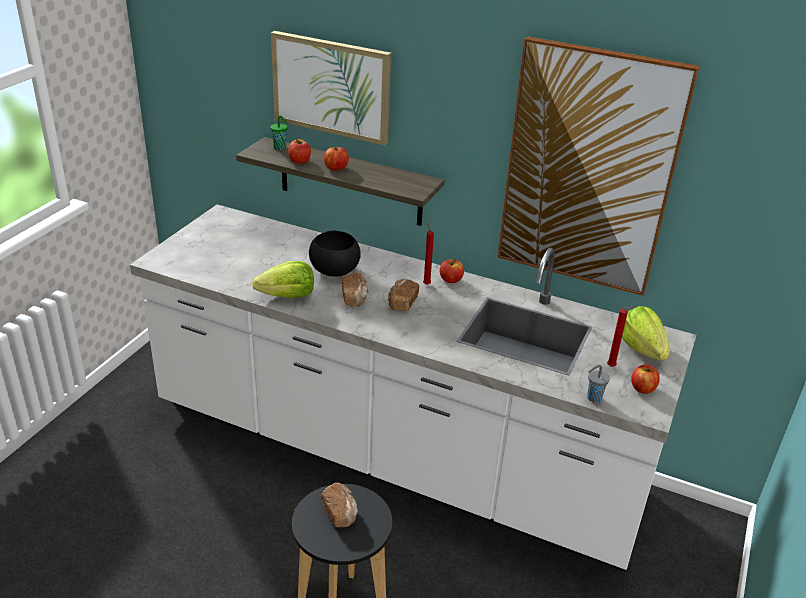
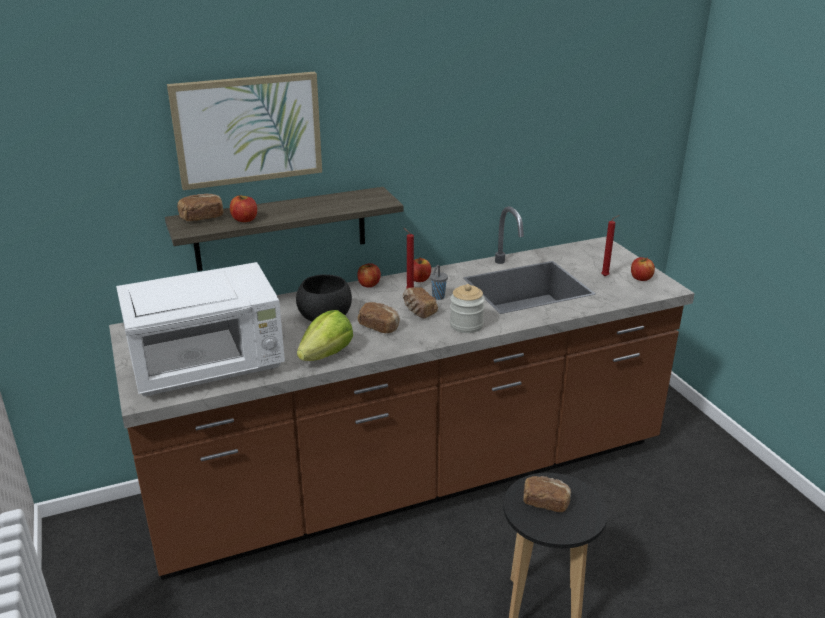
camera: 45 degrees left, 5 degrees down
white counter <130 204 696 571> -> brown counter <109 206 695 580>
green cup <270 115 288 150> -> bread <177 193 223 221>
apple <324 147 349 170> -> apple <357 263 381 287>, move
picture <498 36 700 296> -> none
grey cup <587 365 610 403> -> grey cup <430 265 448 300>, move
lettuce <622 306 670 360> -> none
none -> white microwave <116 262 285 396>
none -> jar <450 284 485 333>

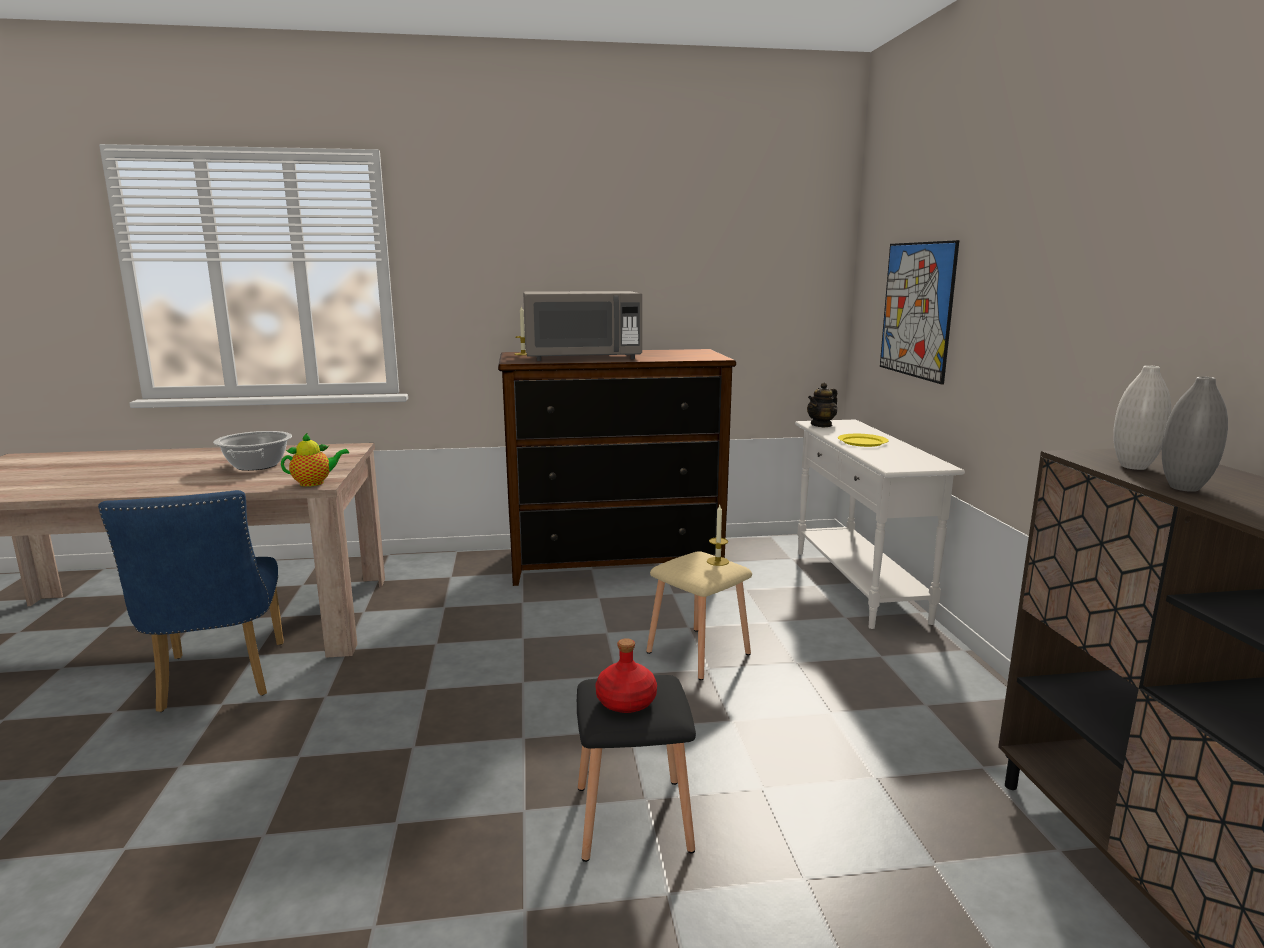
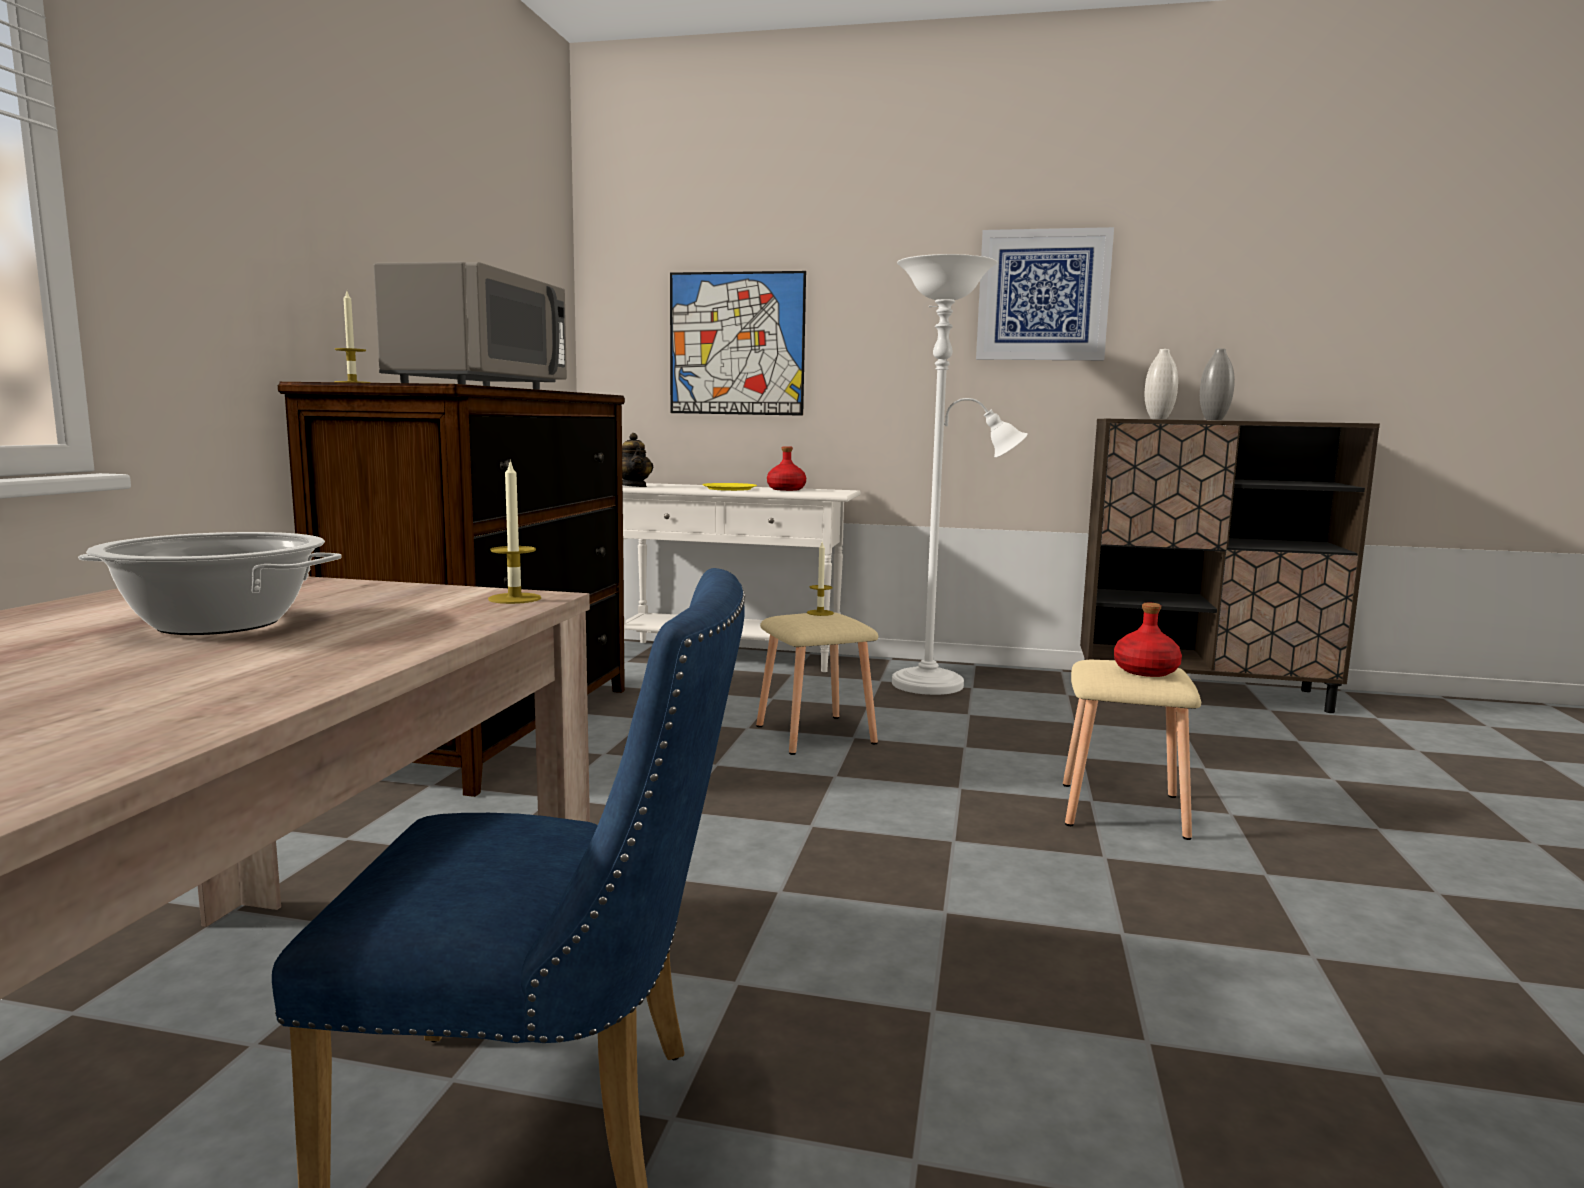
camera: 70 degrees left, 5 degrees down
teapot <281 432 349 487> -> candle <488 459 541 604>
black stool <577 675 696 862> -> beige stool <1063 660 1201 840>
none -> red bottle <767 446 806 491>
none -> white floor lamp <892 254 1028 695>
none -> picture <976 227 1114 360>

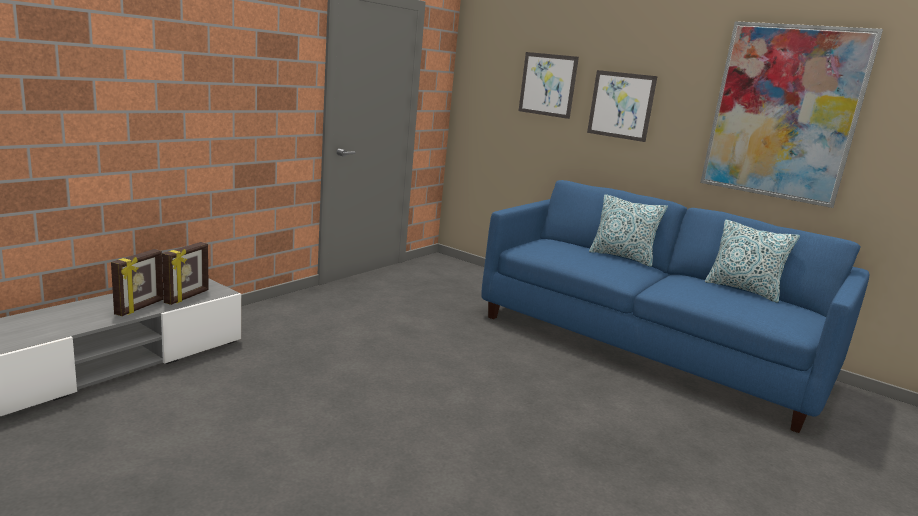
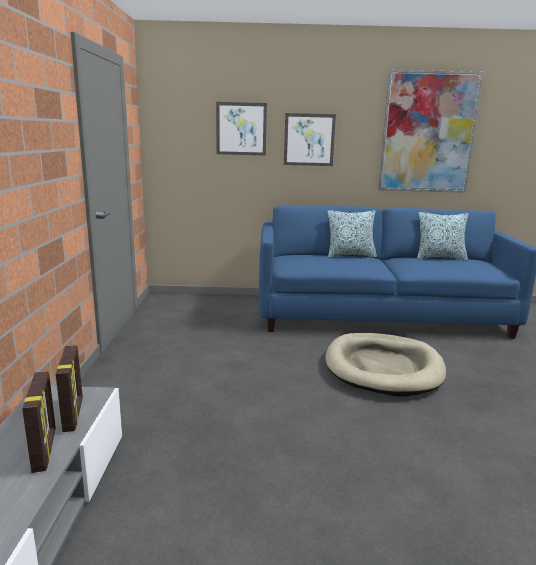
camera: 35 degrees left, 0 degrees up
none -> beige dog bed <325 333 446 397>

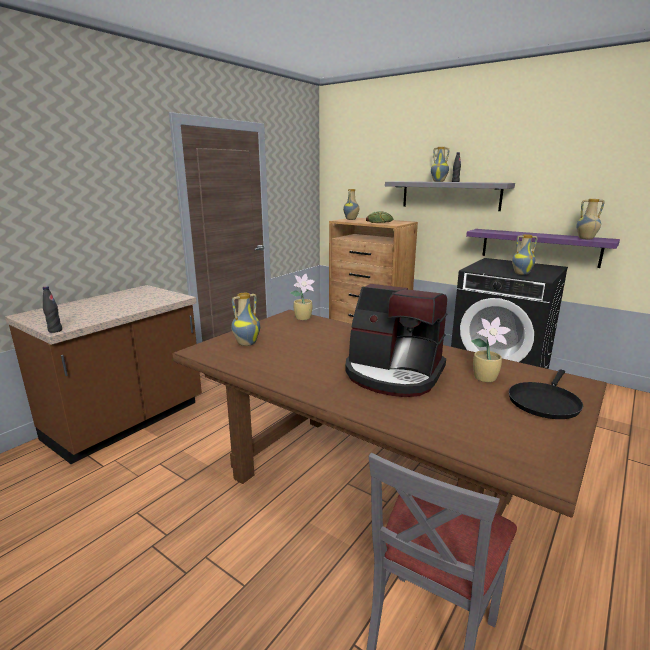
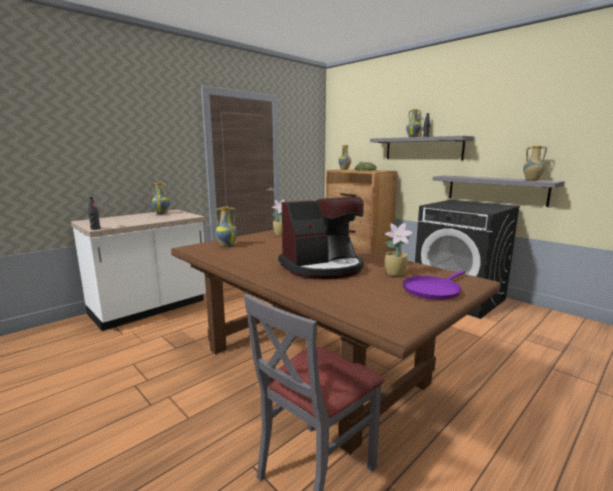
camera: 10 degrees right, 5 degrees down
brown counter <5 285 202 464> -> white counter <71 210 206 331>
coffee machine <345 284 448 397> -> coffee machine <278 197 364 279>, 60 degrees counterclockwise
purple shelf <466 229 620 268> -> grey shelf <433 176 565 207>
black frying pan <509 369 583 419> -> purple frying pan <403 270 465 300>
vase <512 234 538 275> -> vase <152 182 170 214>, move

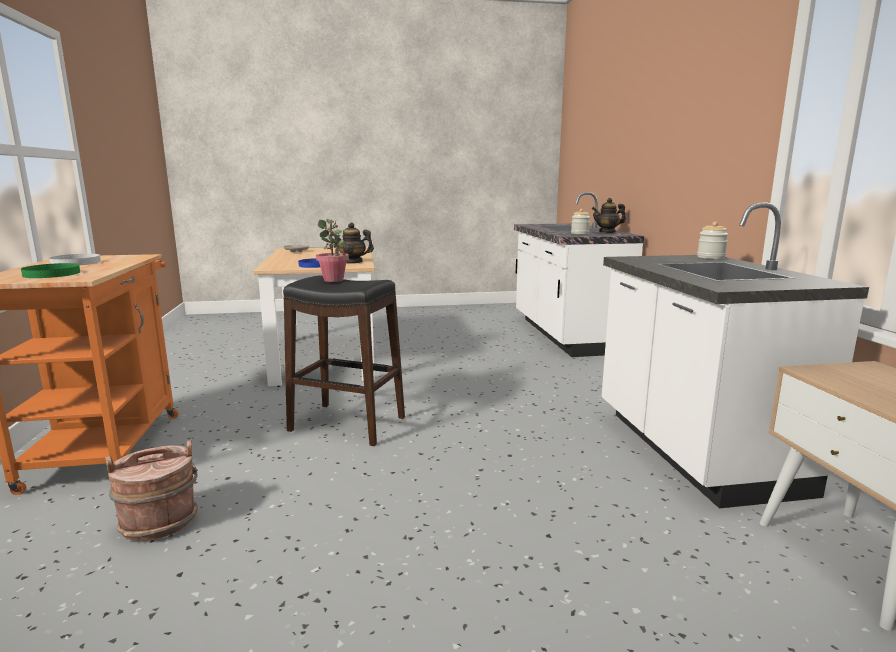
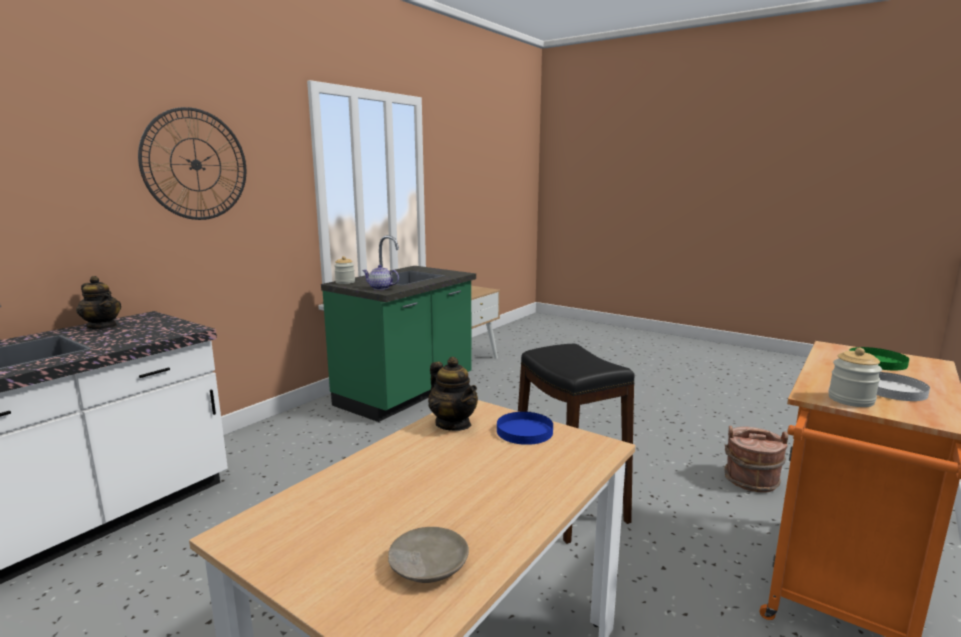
camera: 135 degrees left, 0 degrees up
potted plant <316 219 349 282> -> none
jar <571 209 590 234> -> jar <828 348 882 407>, move
white counter <602 202 869 508> -> green counter <321 235 476 422>
none -> wall clock <138 107 246 220>
none -> teapot <362 265 399 290>

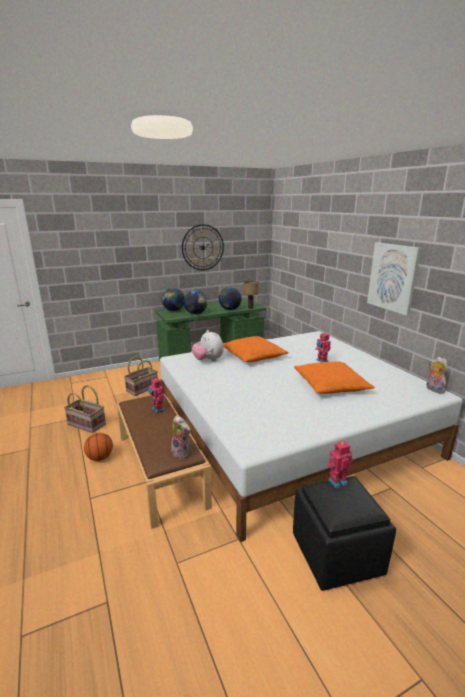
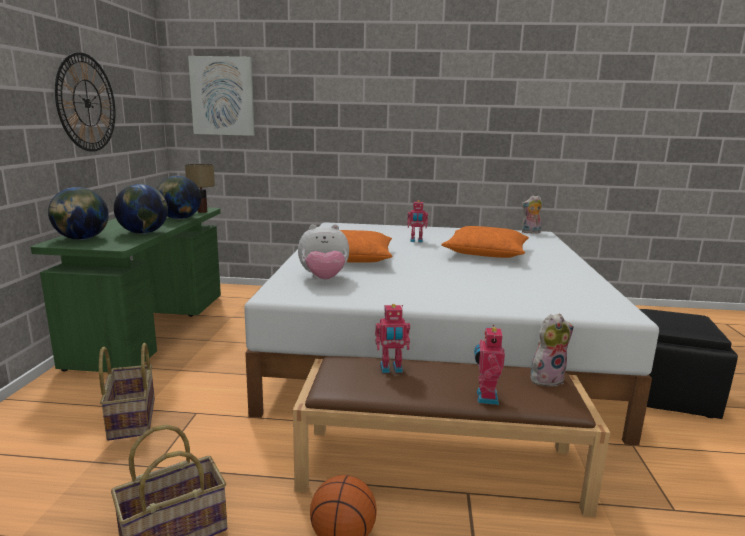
camera: 60 degrees left, 5 degrees down
toy robot <326 441 353 488> -> toy robot <474 325 505 405>, move
picture <367 242 421 316> -> picture <188 56 255 136>, move

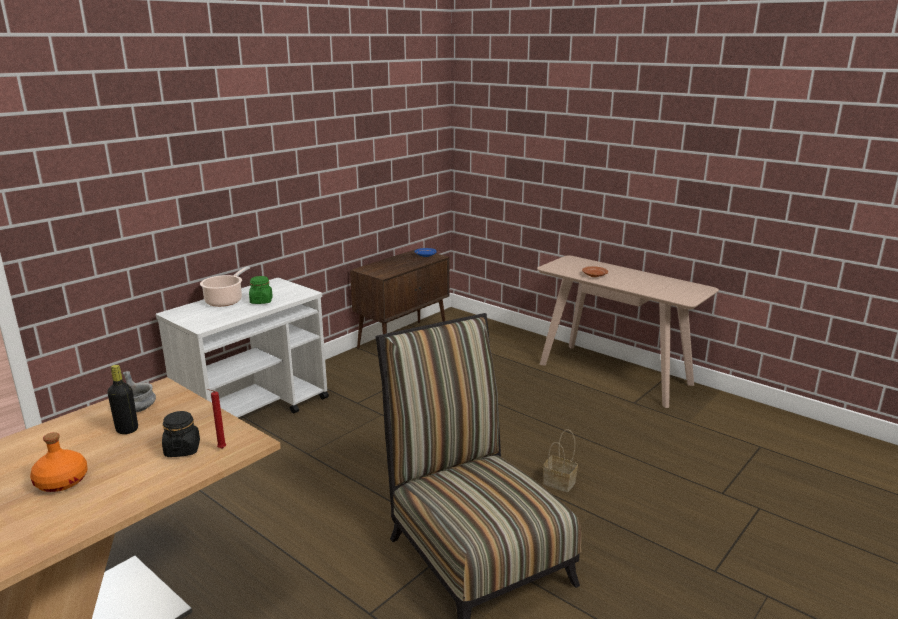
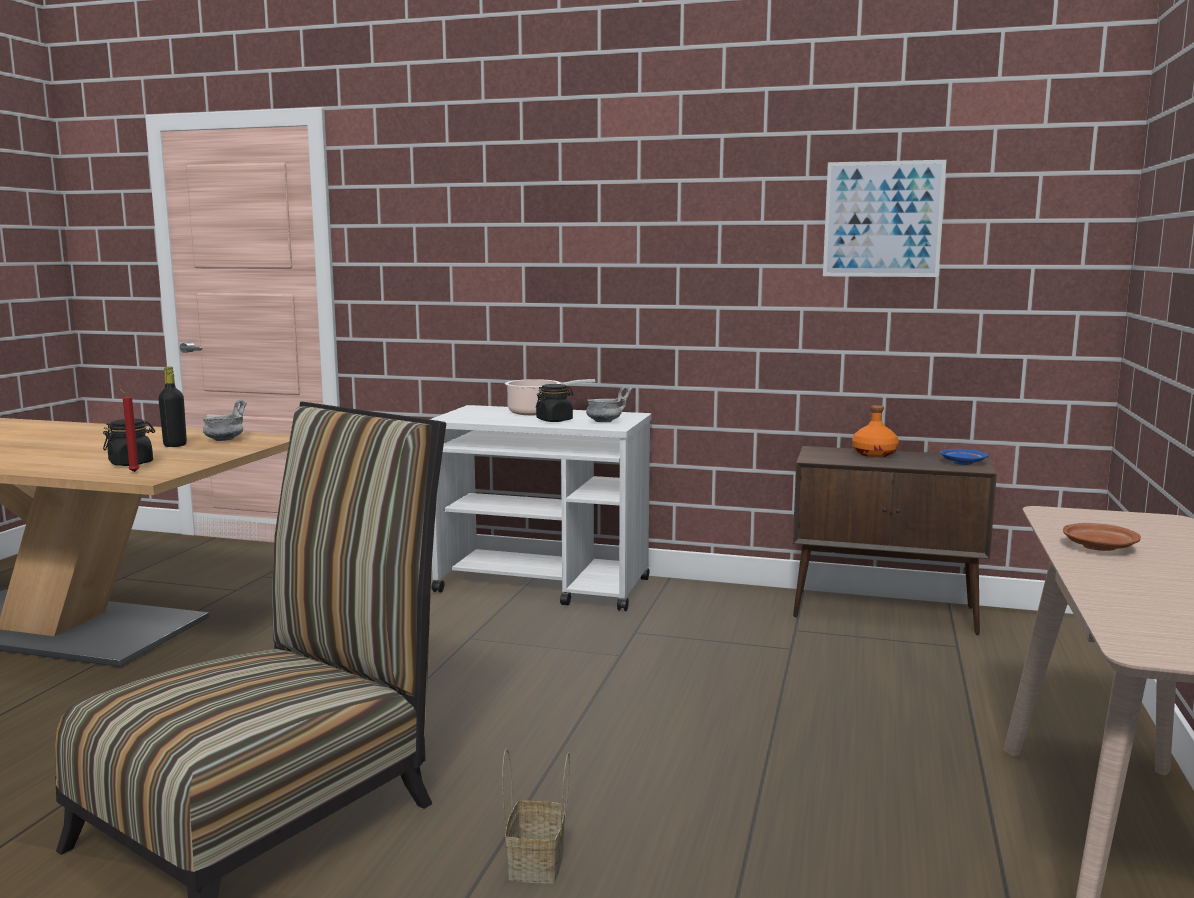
camera: 65 degrees right, 10 degrees down
orange bottle <30 432 88 492> -> orange bottle <852 405 899 457>, move
green jar <249 276 273 304> -> black jar <536 384 573 422>
none -> grey bowl <586 386 633 422>
none -> picture <823 160 946 277>

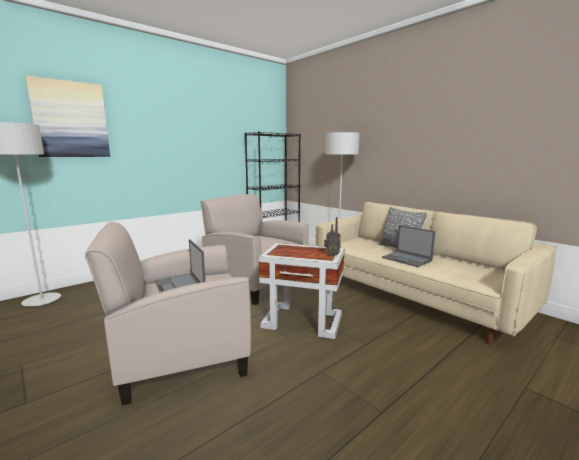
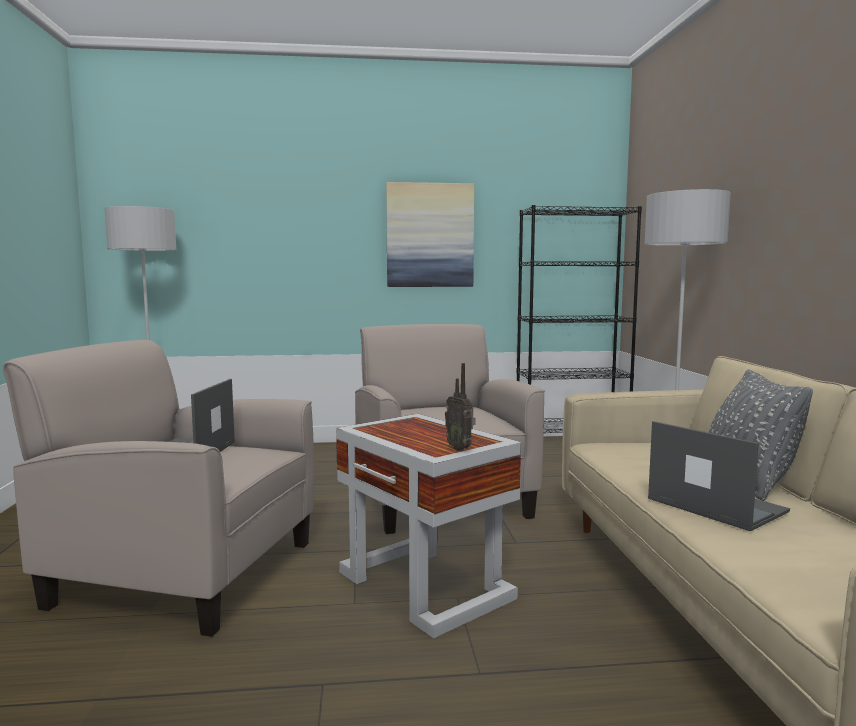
camera: 35 degrees right, 5 degrees down
picture <25 76 110 157> -> picture <386 182 474 287>, move
laptop <382 225 435 267> -> laptop <648 421 790 531>, 150 degrees clockwise

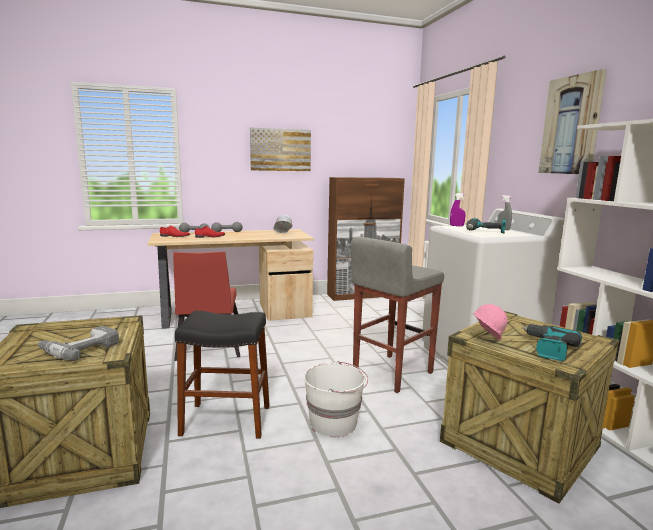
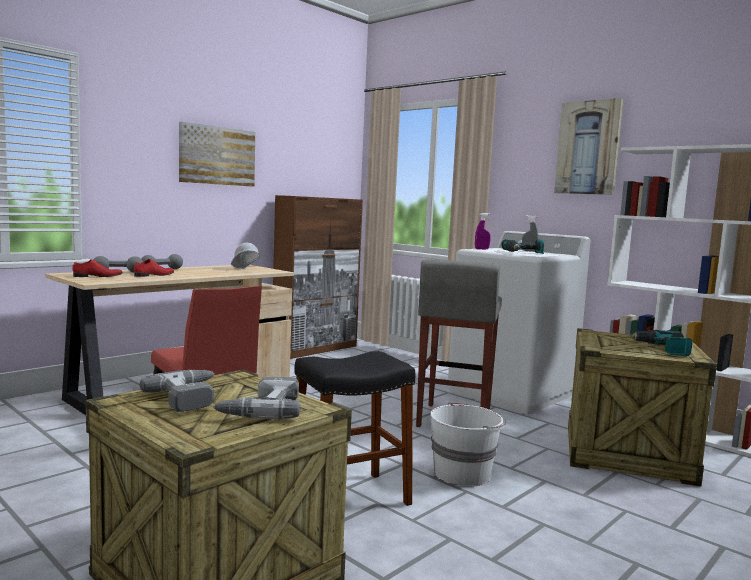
camera: 30 degrees left, 5 degrees down
pink hard hat <473 304 508 340> -> none
none -> power drill <140 370 214 412>

